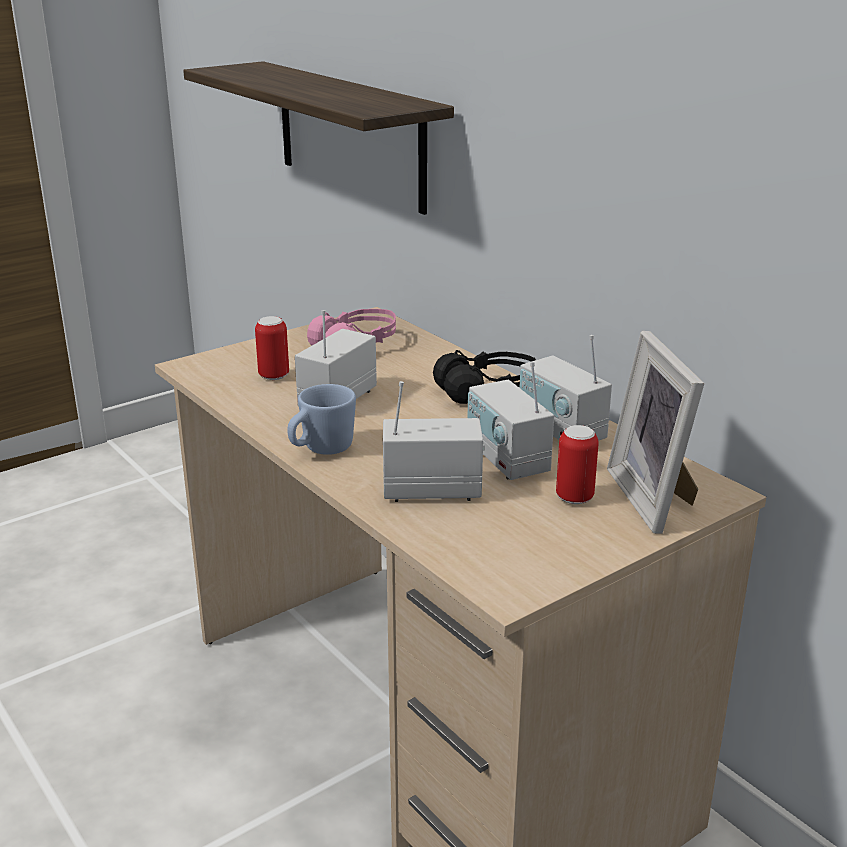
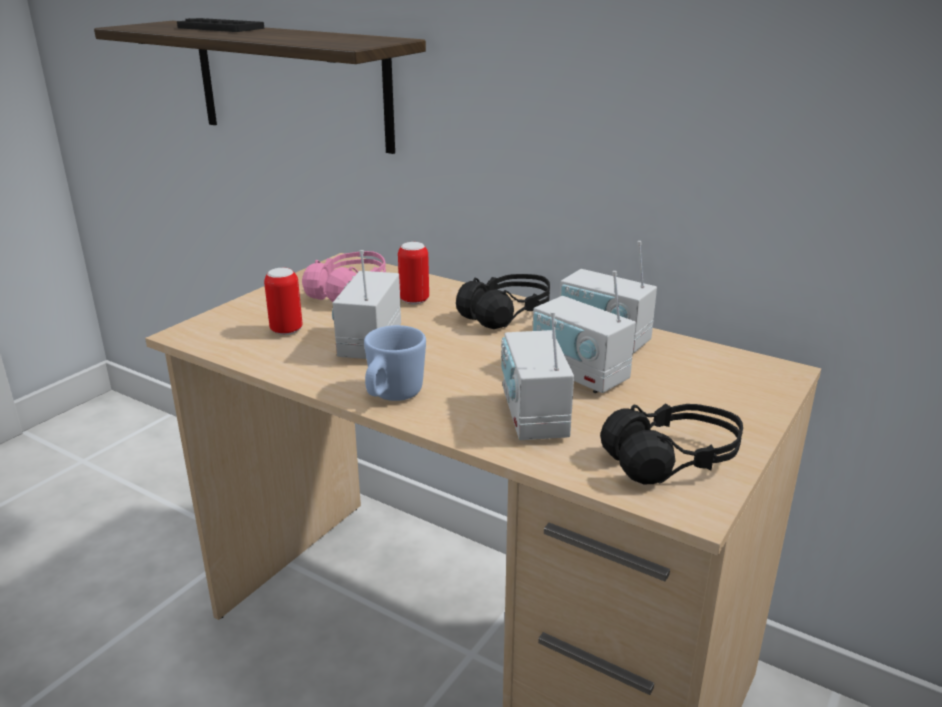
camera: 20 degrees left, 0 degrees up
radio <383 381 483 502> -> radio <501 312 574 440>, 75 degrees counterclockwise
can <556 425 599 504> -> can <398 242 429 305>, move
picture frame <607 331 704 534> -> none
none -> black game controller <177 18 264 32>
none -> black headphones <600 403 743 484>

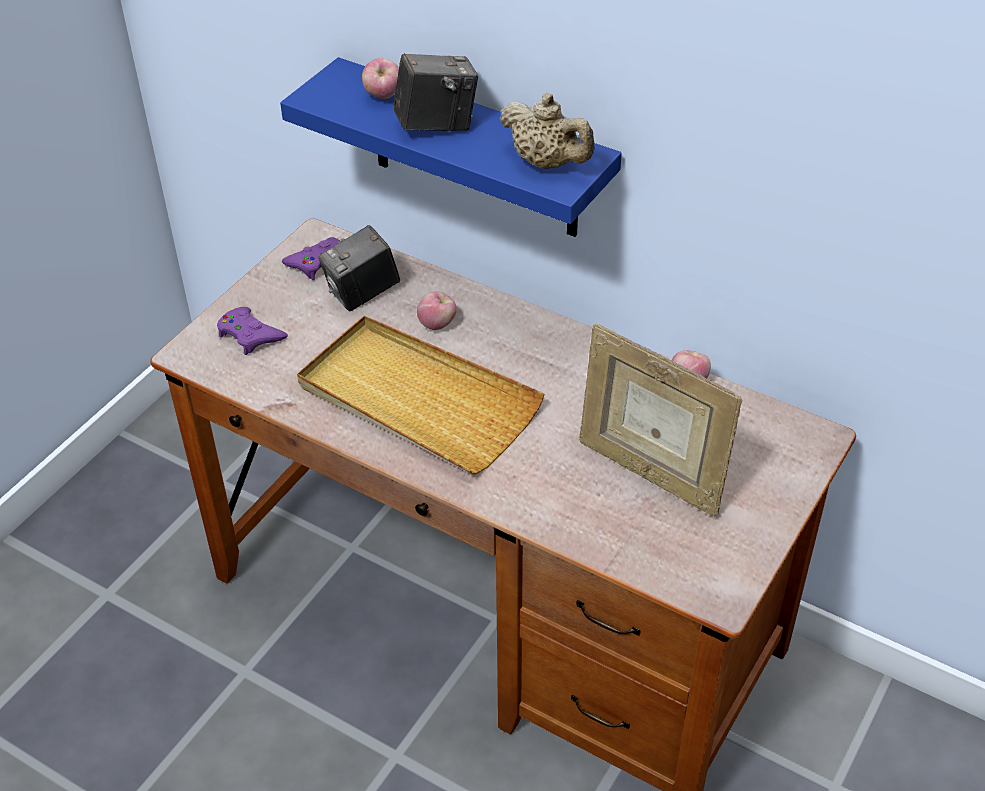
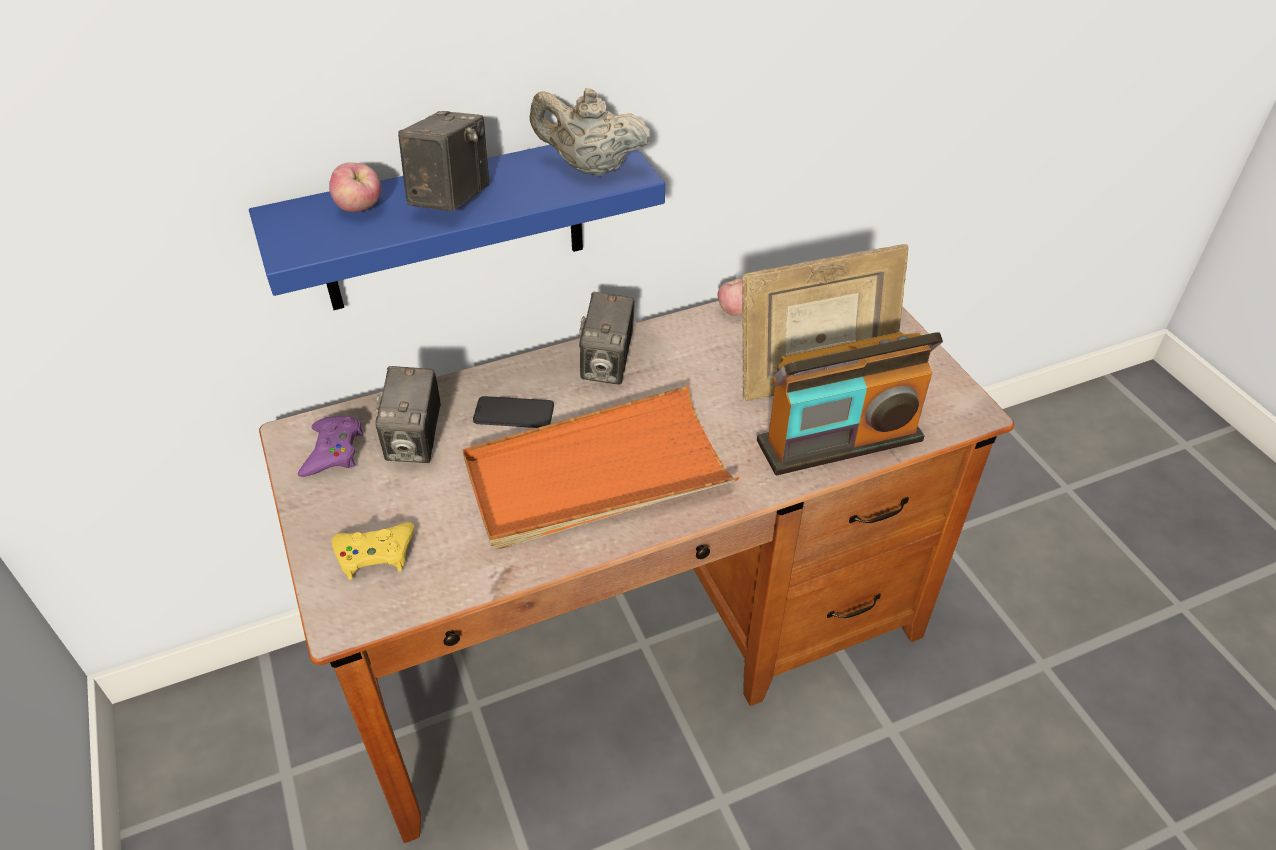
camera: 55 degrees left, 0 degrees up
purple game controller <217 307 288 355> -> yellow game controller <331 522 414 580>
beige tray <297 316 544 474> -> orange tray <462 386 739 549>
apple <417 291 456 330> -> phone <473 396 554 428>
beige teapot <499 93 594 169> -> beige teapot <530 88 650 176>, 150 degrees counterclockwise
none -> photo camera <579 292 635 384>
none -> radio <757 332 943 475>

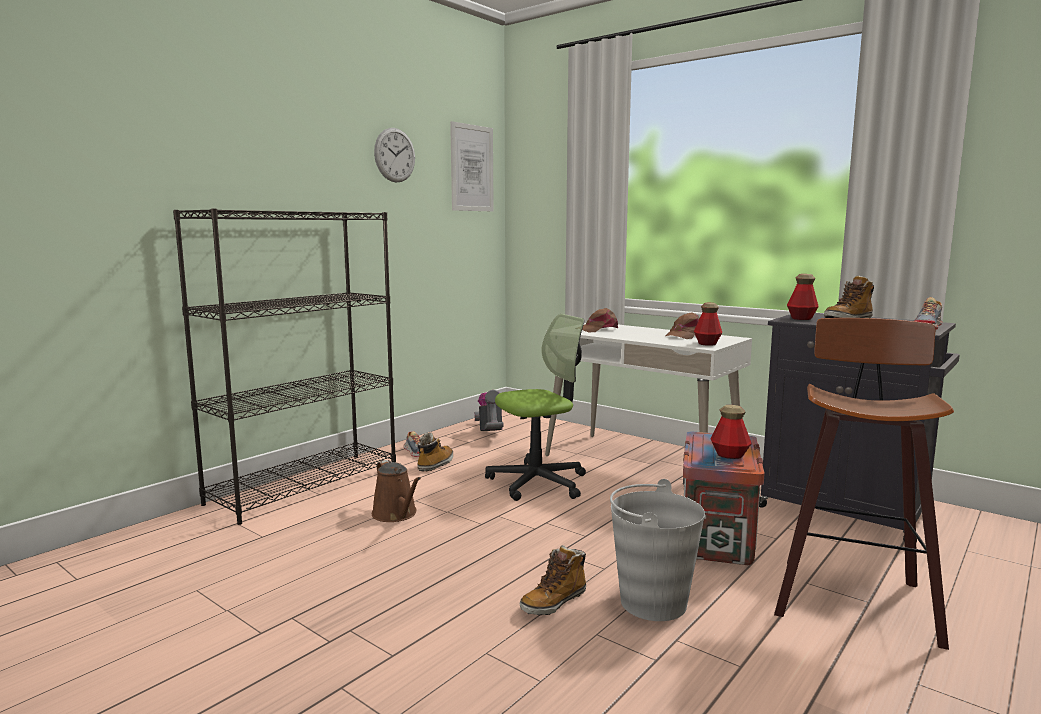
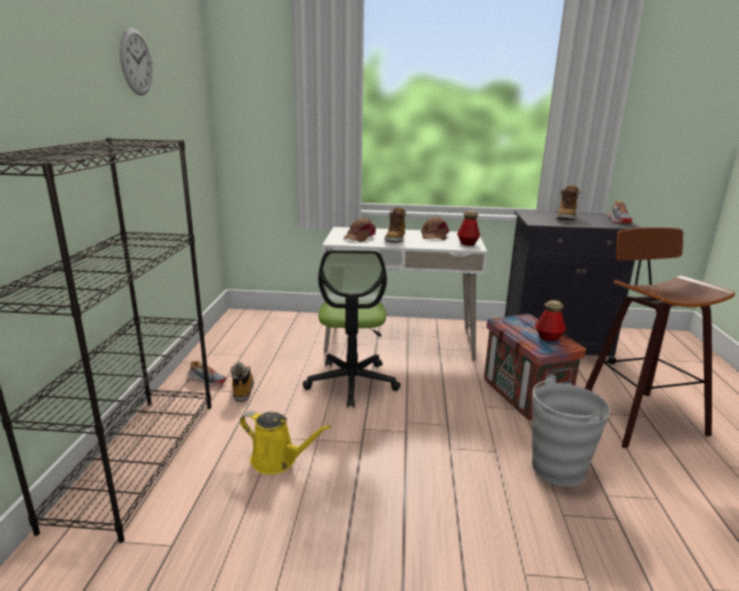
camera: 35 degrees left, 10 degrees up
brown watering can <372 460 421 522> -> yellow watering can <240 411 331 475>
picture <450 121 494 212> -> none
vacuum cleaner <474 390 504 431> -> none
office chair <485 314 586 501> -> office chair <303 250 401 408>, 150 degrees clockwise
boot <519 545 586 615> -> boot <384 207 406 243>, move
bottle <787 274 819 320> -> none

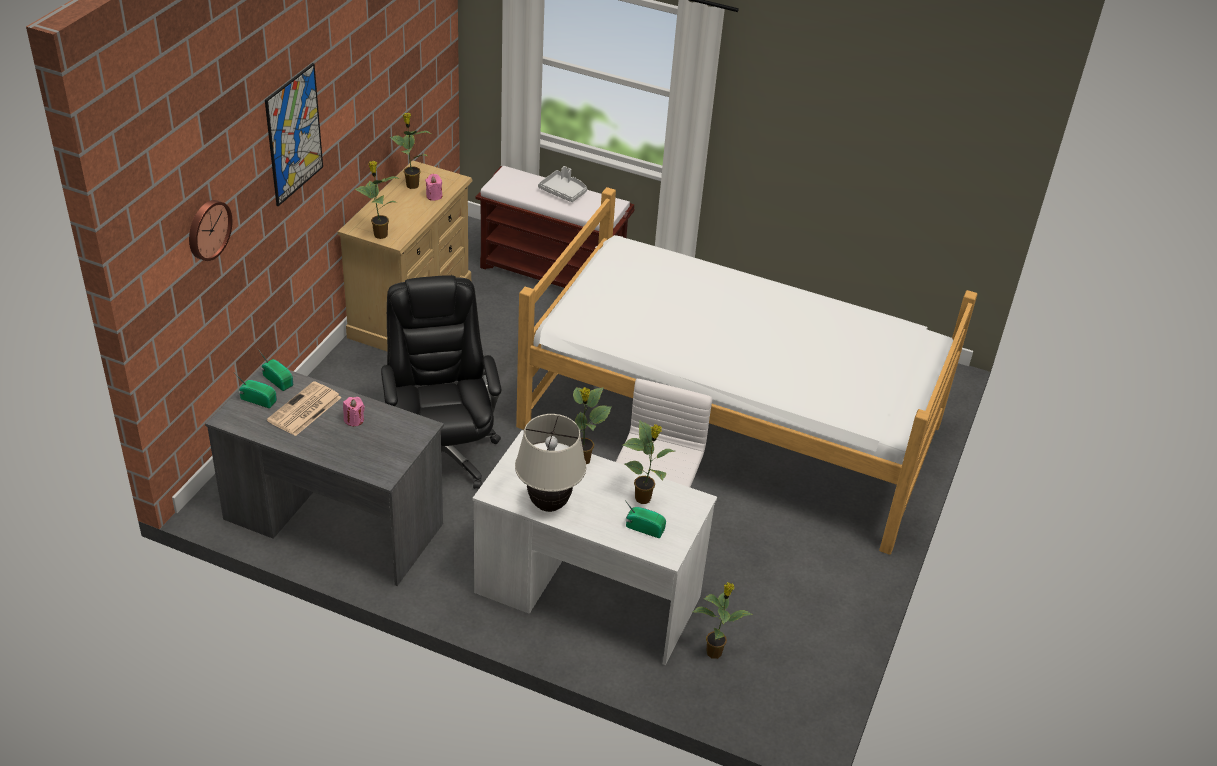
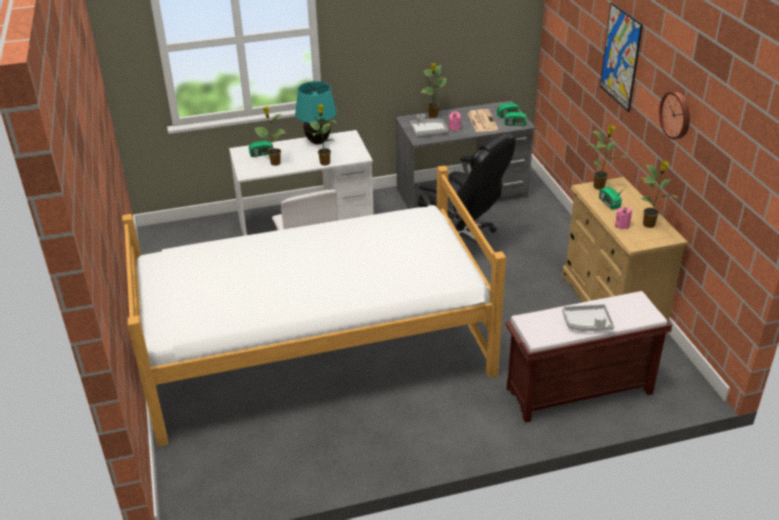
camera: 145 degrees right, 5 degrees down
wall clock <189 200 232 261> -> wall clock <659 91 690 139>, move
beige table lamp <515 414 586 512> -> turquoise table lamp <295 81 337 144>
potted plant <693 582 753 659> -> potted plant <421 63 446 118>, move
none -> grey tray <411 114 448 136>
none -> radio <599 187 626 210>

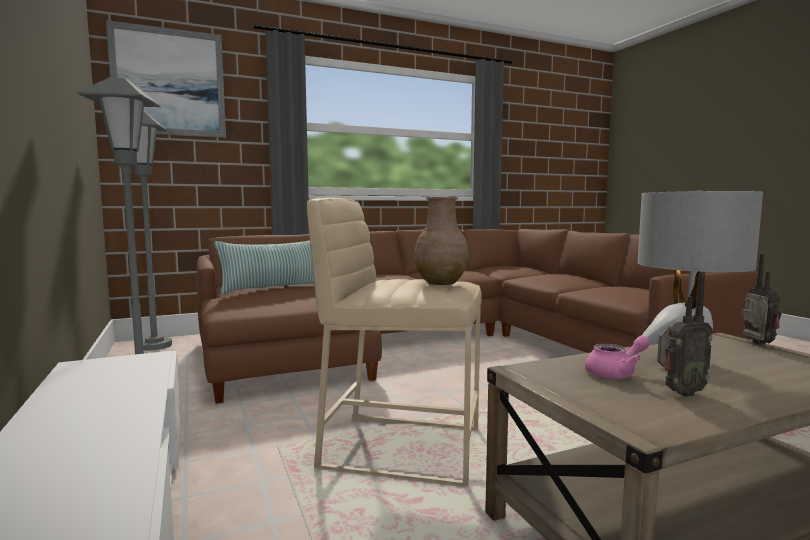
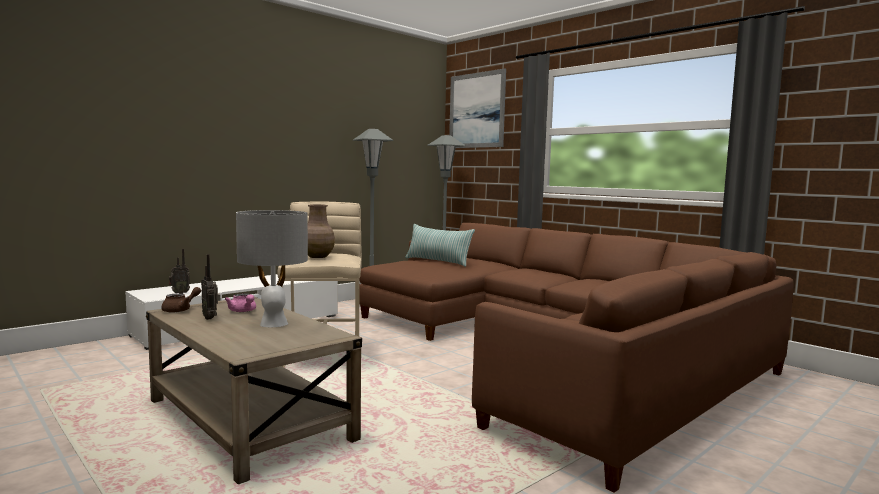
camera: 70 degrees right, 0 degrees up
radio <741 254 781 345> -> radio <169 249 190 294>, move
none -> brown teapot <161 287 201 313>

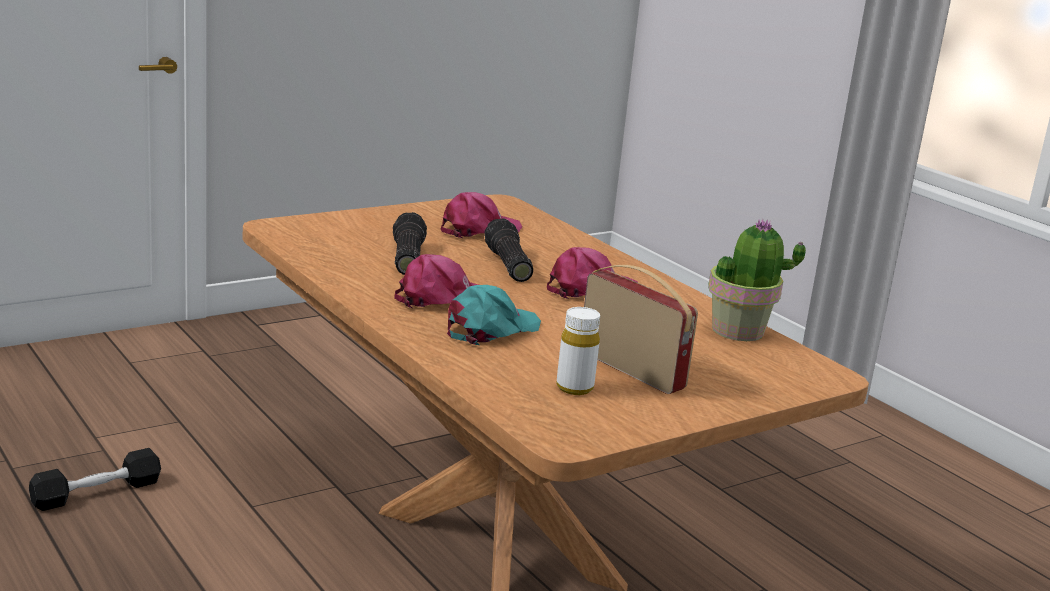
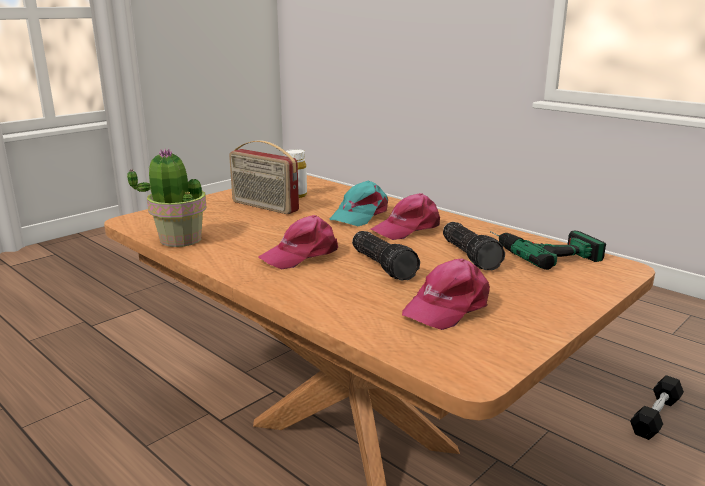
camera: 170 degrees right, 0 degrees up
none -> power drill <490 231 606 270>

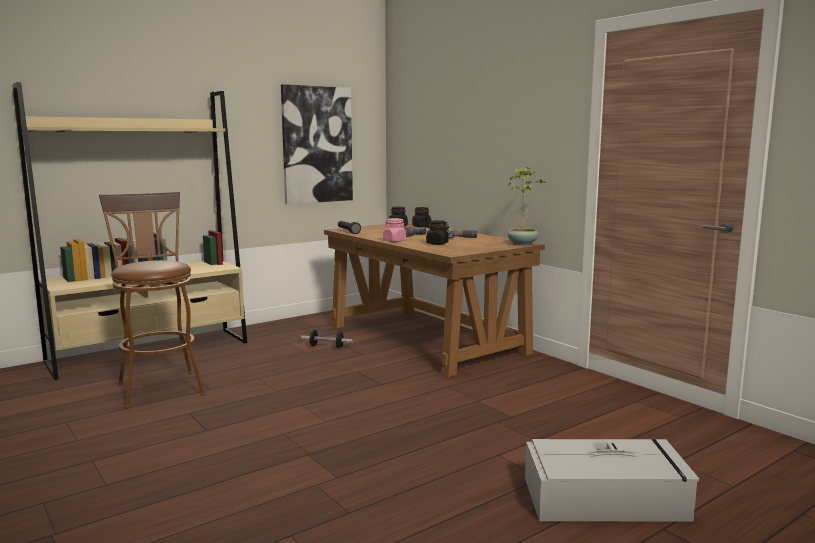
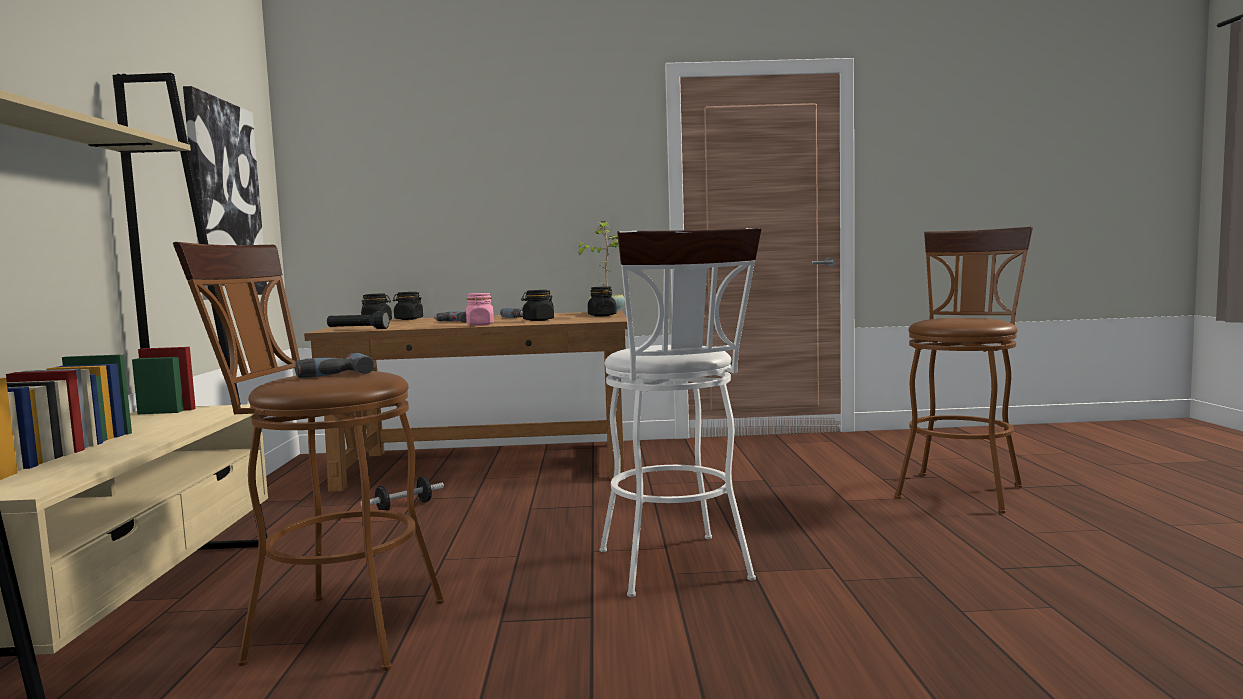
camera: 55 degrees left, 5 degrees down
grey storage box <525 439 699 522> -> brown stool <895 227 1033 513>
none -> power drill <295 353 375 378>
none -> black jar <588 287 617 316>
none -> white stool <599 227 762 597>

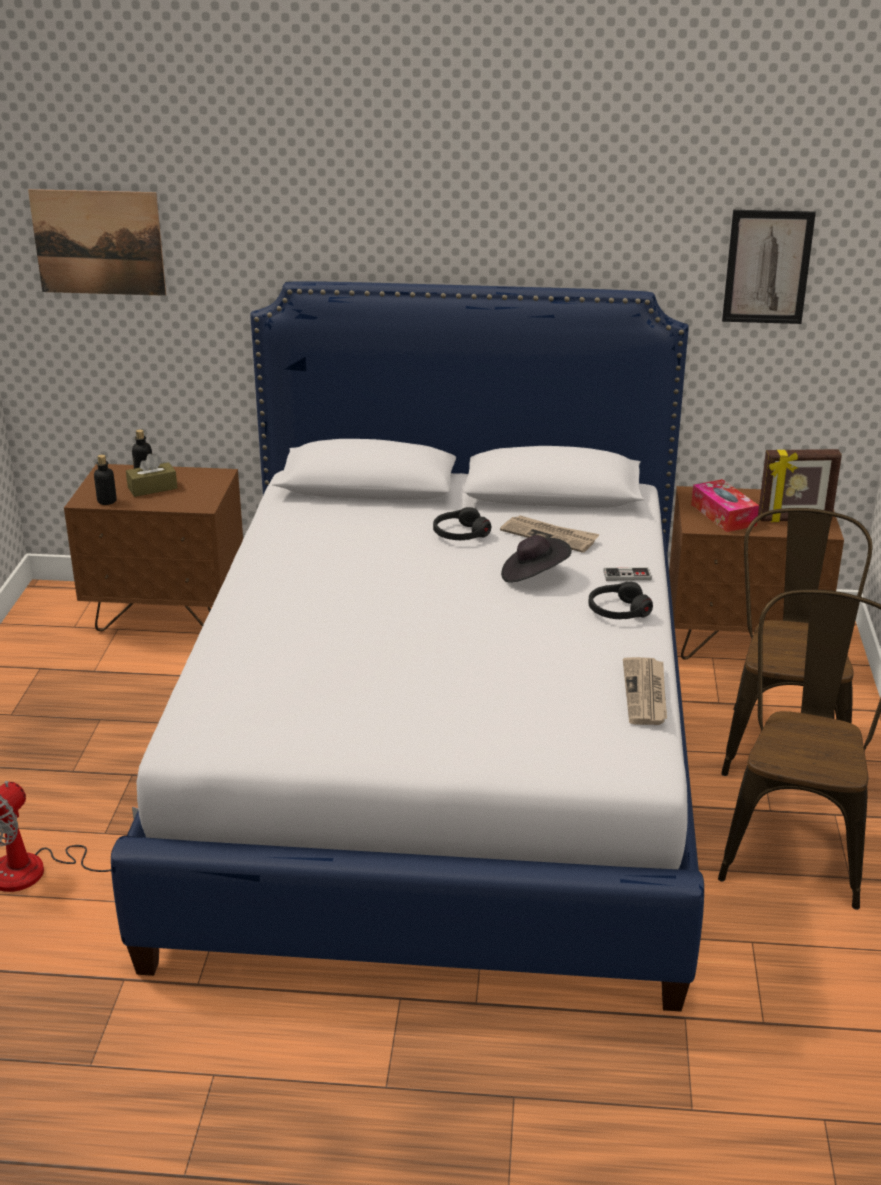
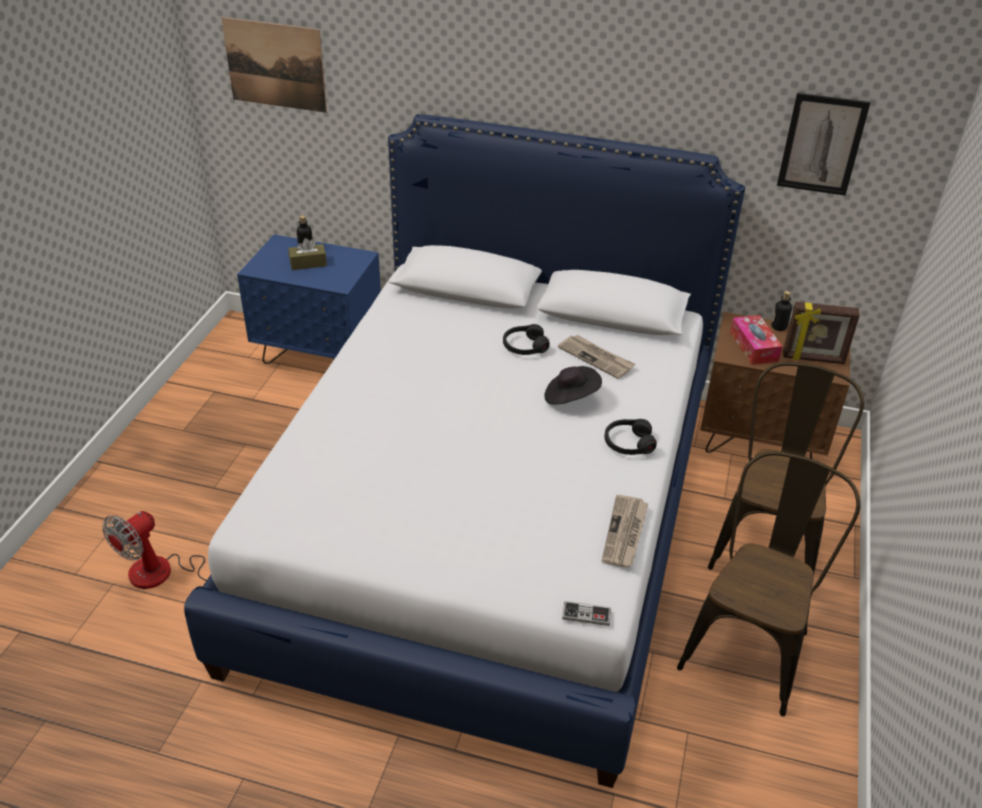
camera: 10 degrees right, 10 degrees up
brown nightstand <64 464 243 631> -> blue nightstand <237 234 381 364>
bottle <94 455 117 505> -> bottle <771 291 792 331>, move
game controller <603 567 652 581> -> game controller <562 601 611 626>, move

